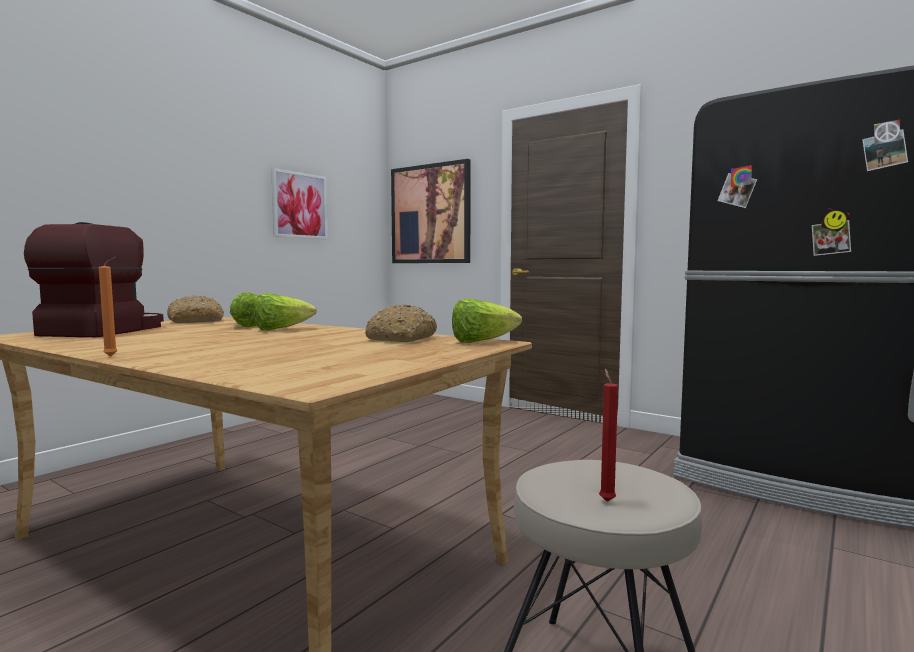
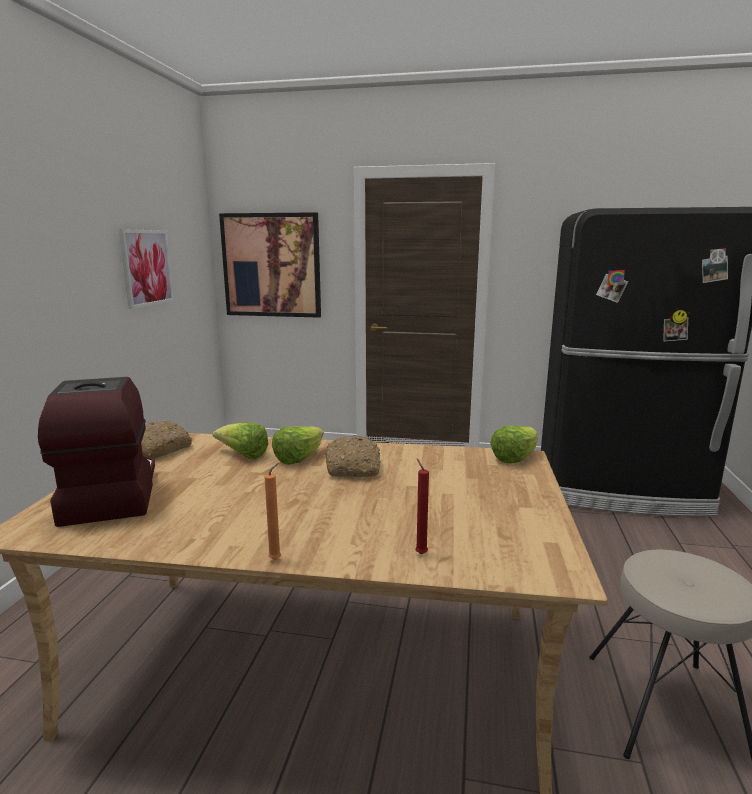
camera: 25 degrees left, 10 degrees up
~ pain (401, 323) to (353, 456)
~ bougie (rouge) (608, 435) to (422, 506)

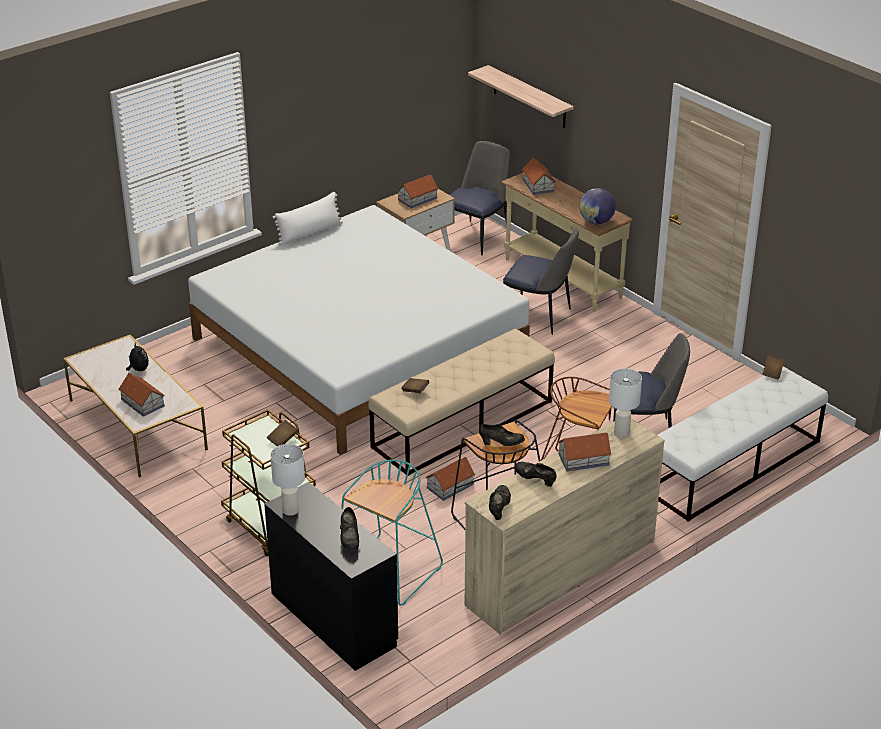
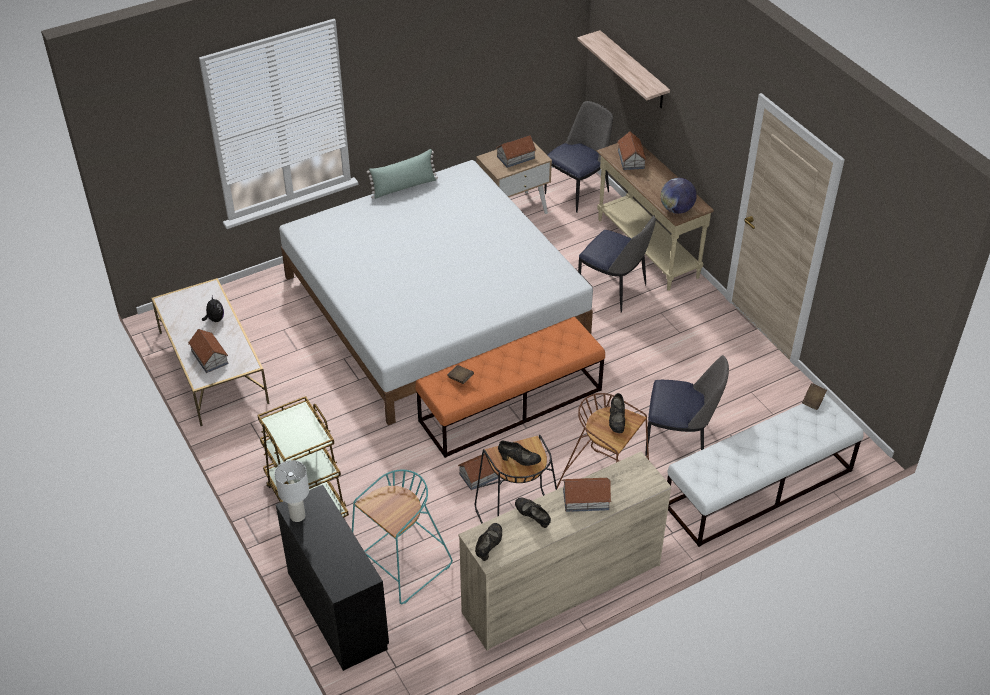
camera: 10 degrees right, 10 degrees up
- livre (marron) (282, 433)
- lampe de table (blanc) (625, 403)
~ chaussure (noir) (349, 529) to (617, 413)
~ coussin (blanc) (308, 219) to coussin (vert) (402, 174)
~ banc (beige) (461, 402) to banc (orange) (510, 387)

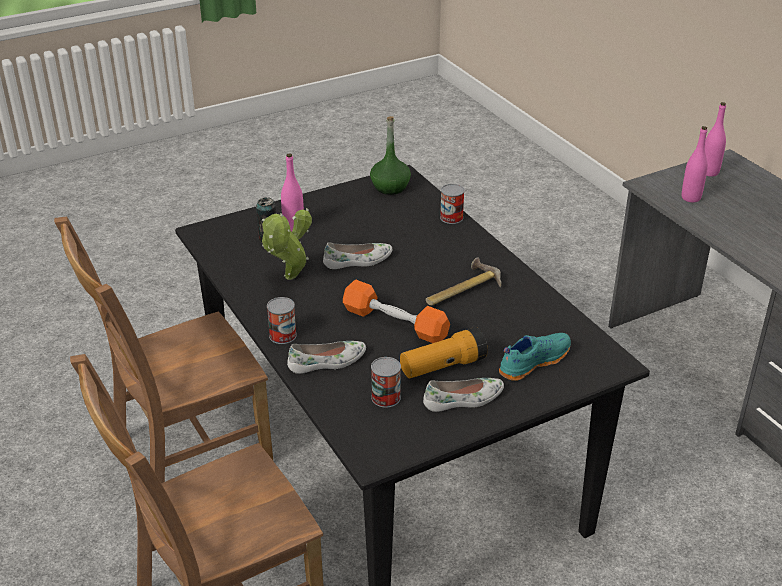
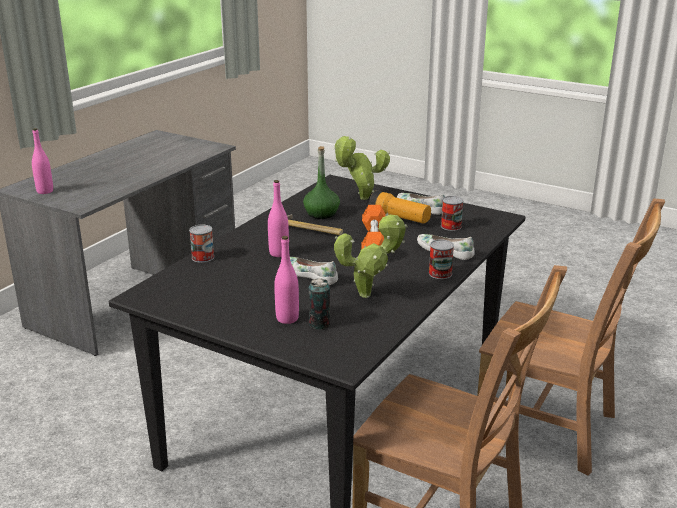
camera: 120 degrees left, 10 degrees down
~ bouteille (vert) (390, 155) to (321, 182)
~ bouteille (rose) (695, 164) to (278, 218)
~ chaussure (turquoise) (535, 357) to plante en pot (361, 168)

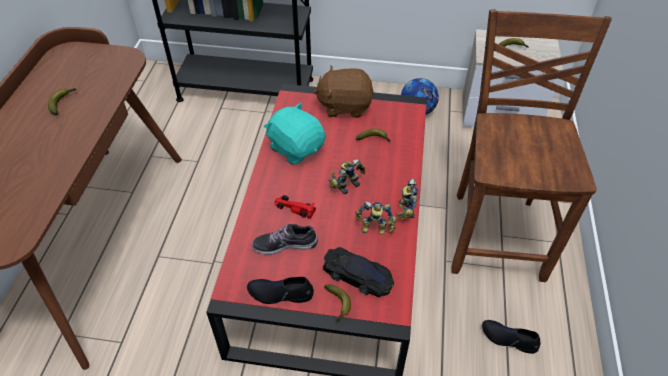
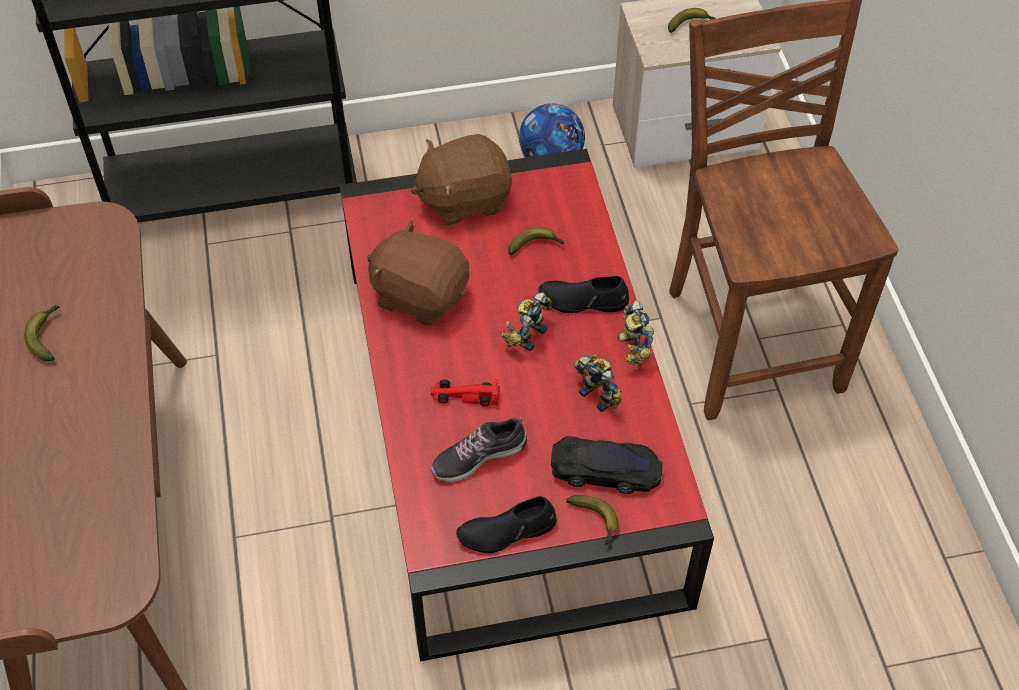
camera: 20 degrees left, 5 degrees up
~ chaussure (noir) (511, 337) to (584, 294)
~ peluche (turquoise) (294, 134) to peluche (marron) (418, 273)
~ robot jouet (376, 217) = (598, 383) 120 degrees counterclockwise

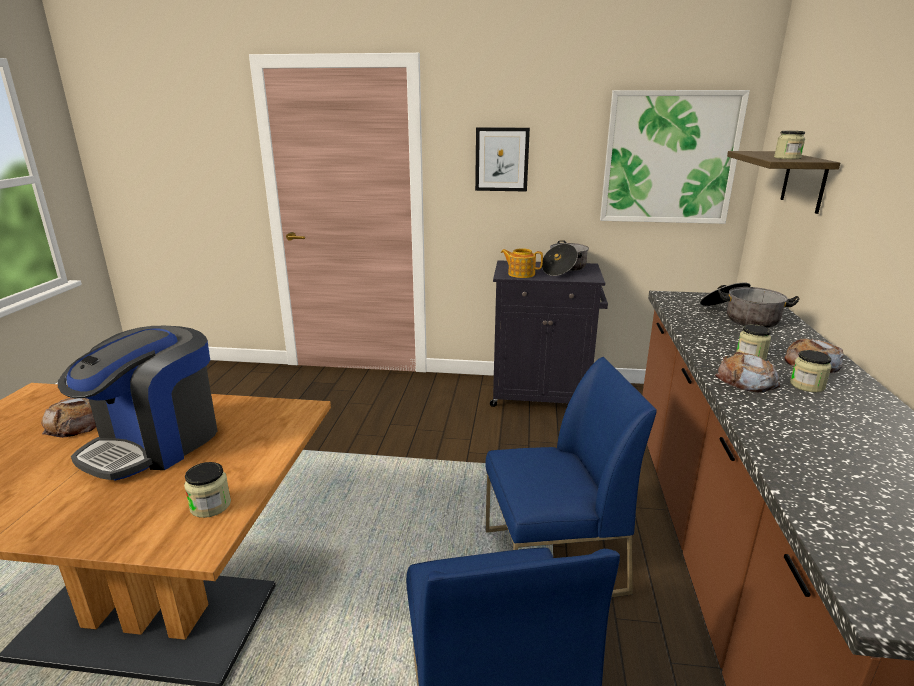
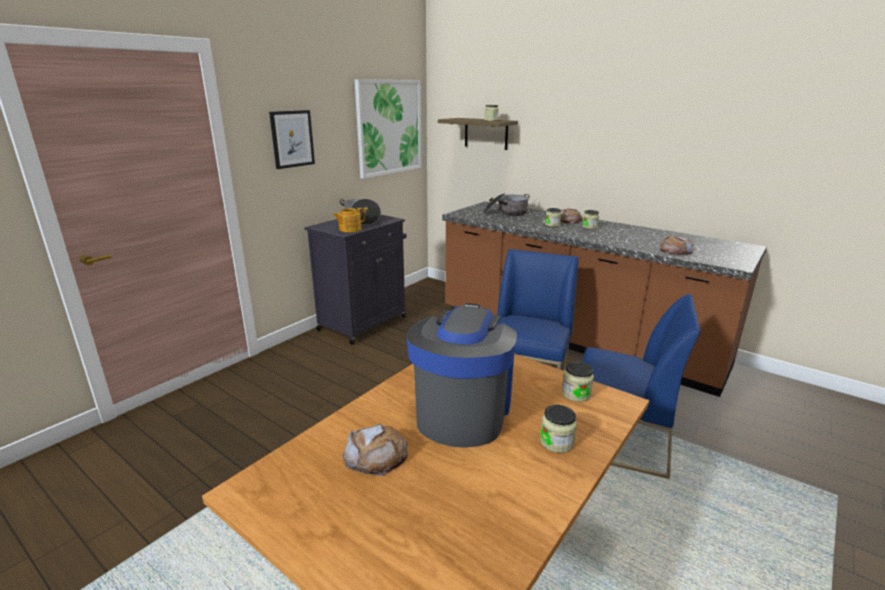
camera: 60 degrees left, 0 degrees up
+ bocal (558, 429)
~ pain (747, 372) to (677, 245)
~ machine à café (138, 403) = (461, 375) 135 degrees counterclockwise

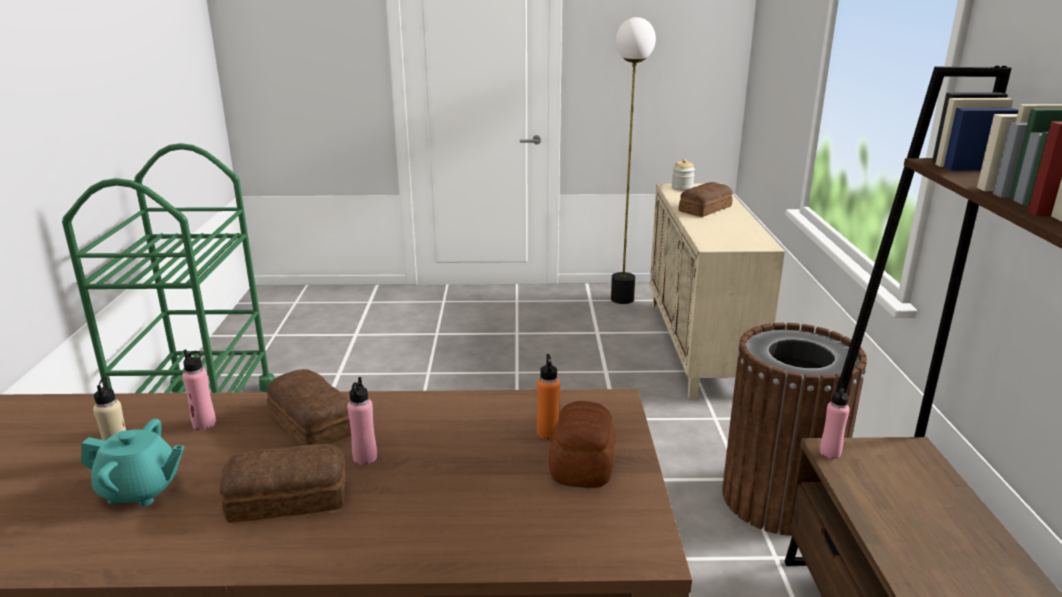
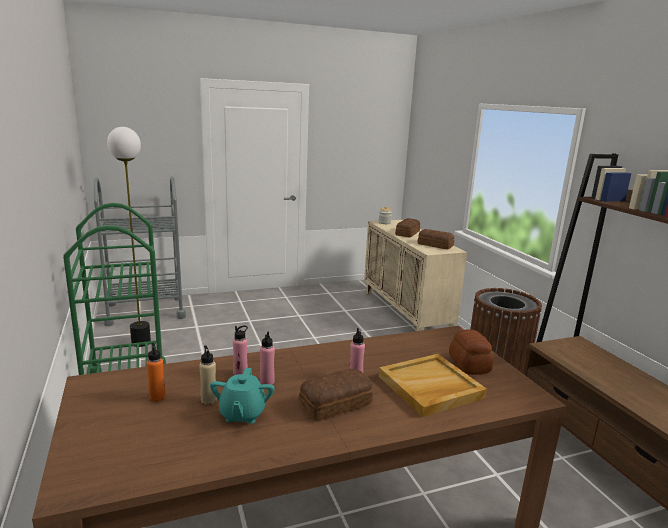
camera: 20 degrees left, 5 degrees down
+ chariot (gris) (140, 251)
+ plateau (beige) (432, 385)
~ pain (309, 407) to (436, 239)
~ bouteille (orange) (548, 397) to (156, 372)
~ lampadaire (633, 160) to (129, 237)
~ bouteille (rose) (835, 421) to (267, 358)
~ théière (turquoise) (132, 462) = (242, 396) 105 degrees clockwise

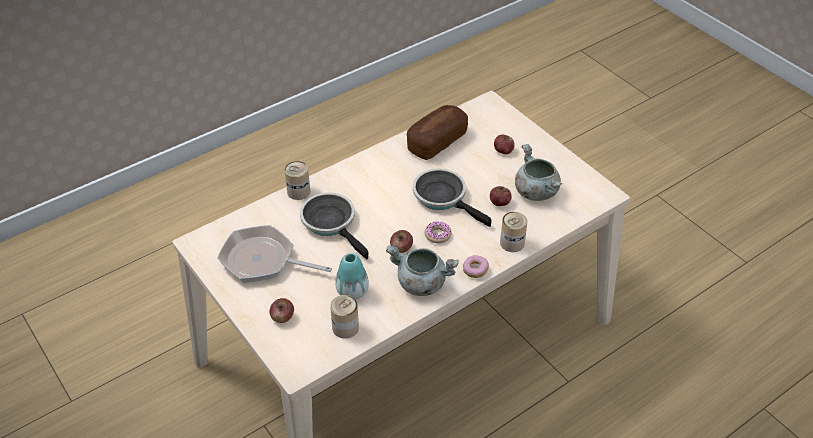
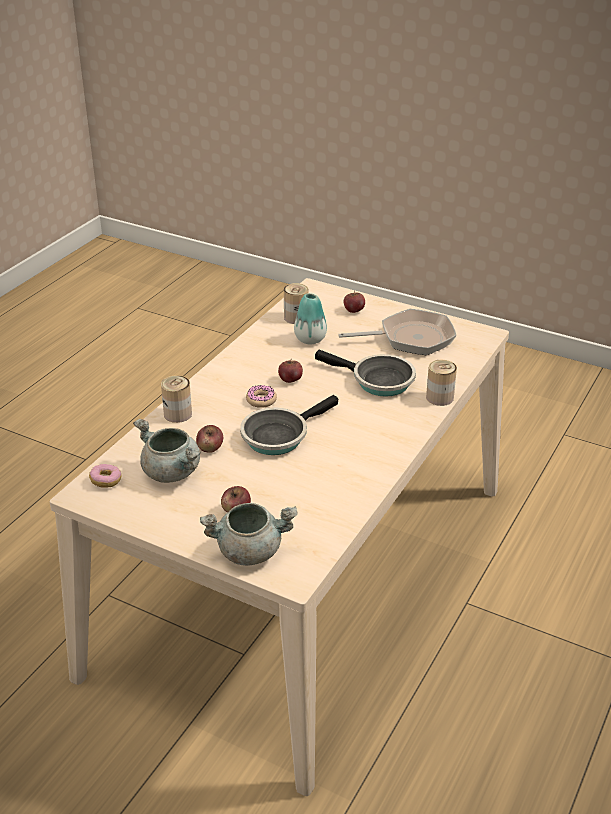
camera: 155 degrees right, 10 degrees down
- pain (437, 132)
~ marmite (gris) (422, 270) to (248, 534)
~ beignet (476, 266) to (105, 476)
~ poêle (452, 197) = (289, 425) 120 degrees clockwise

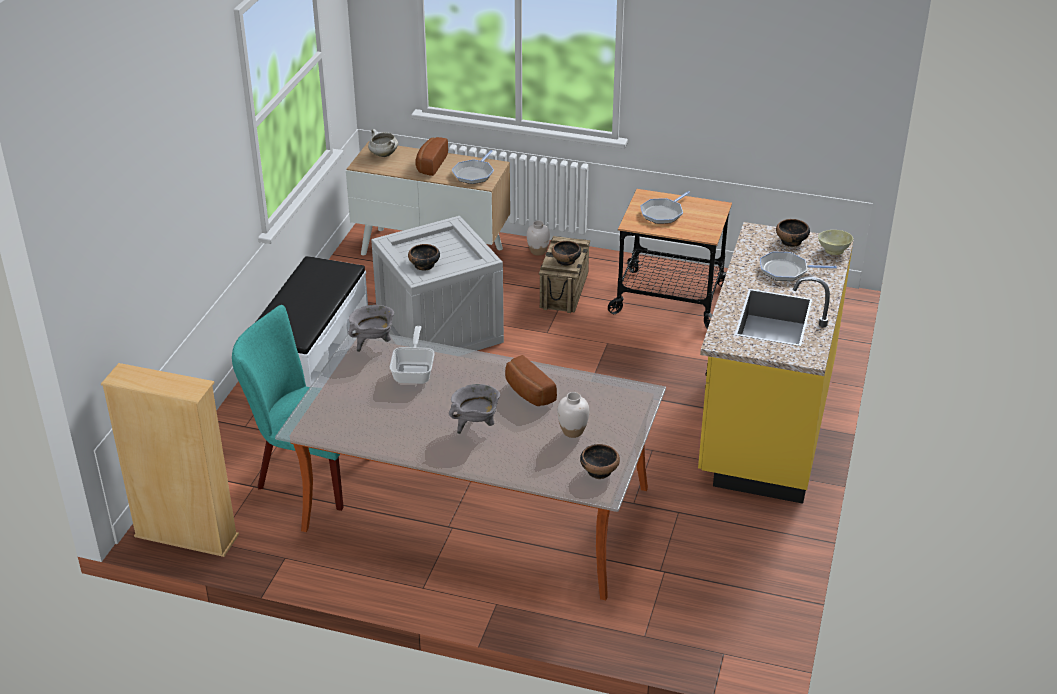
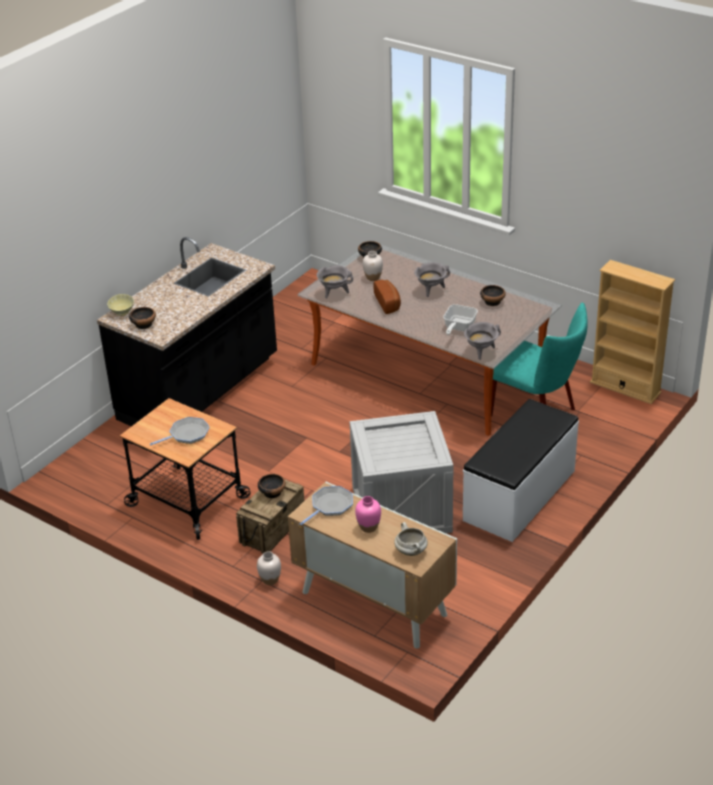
camera: 160 degrees left, 0 degrees up
- poêle (798, 266)
+ marmite (gris) (335, 281)
~ bol (424, 257) to (493, 295)
~ pain (431, 156) to vase (rose) (368, 514)
~ comptoir de cuisine (jaune) (776, 363) to comptoir de cuisine (noir) (187, 331)

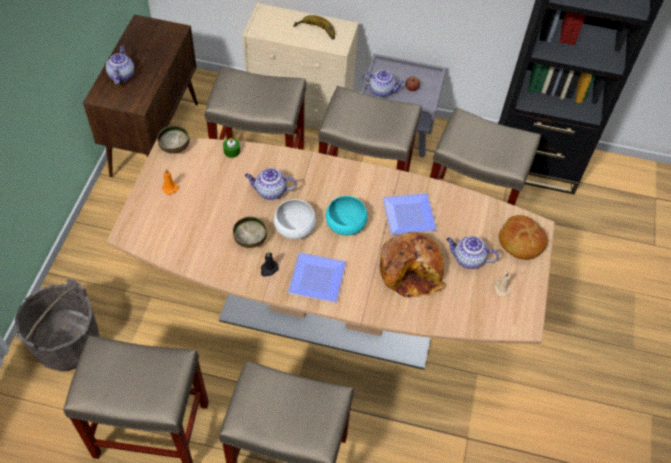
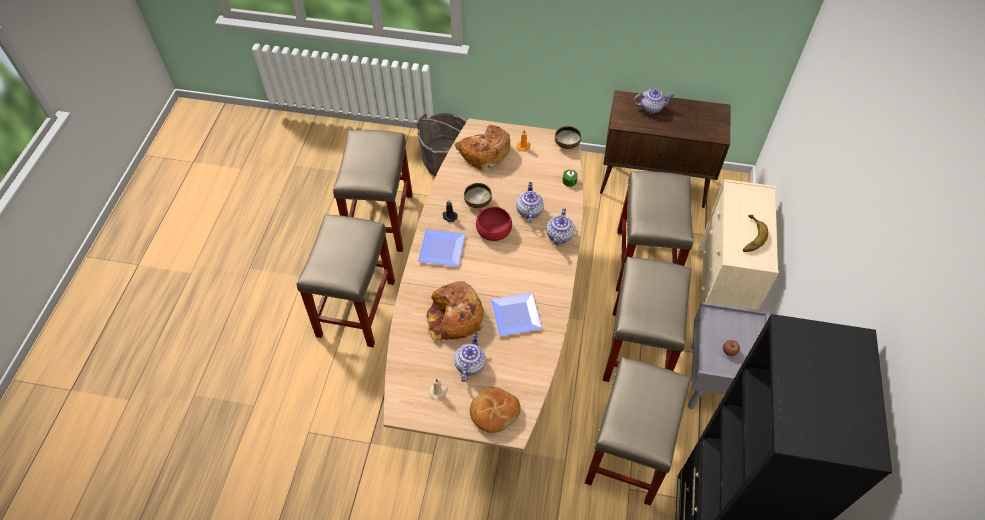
camera: 90 degrees right, 0 degrees up
- bol (turquoise) (347, 216)
+ pain (482, 148)
~ théière (383, 83) to (560, 227)
~ bol (blanc) (295, 219) to bol (rouge) (494, 224)

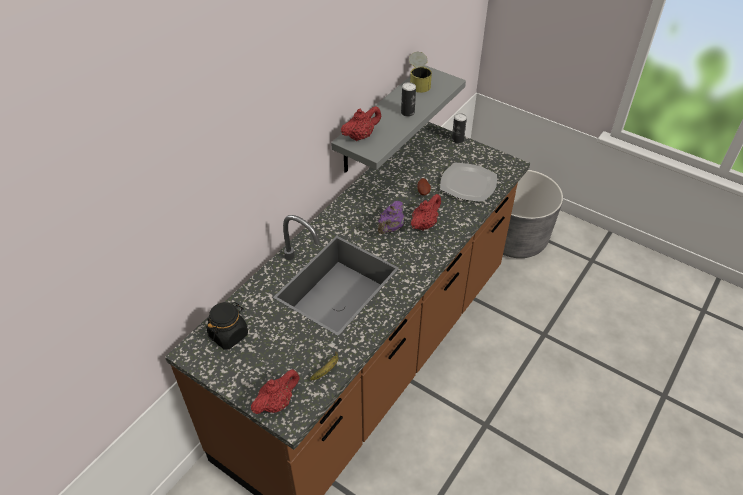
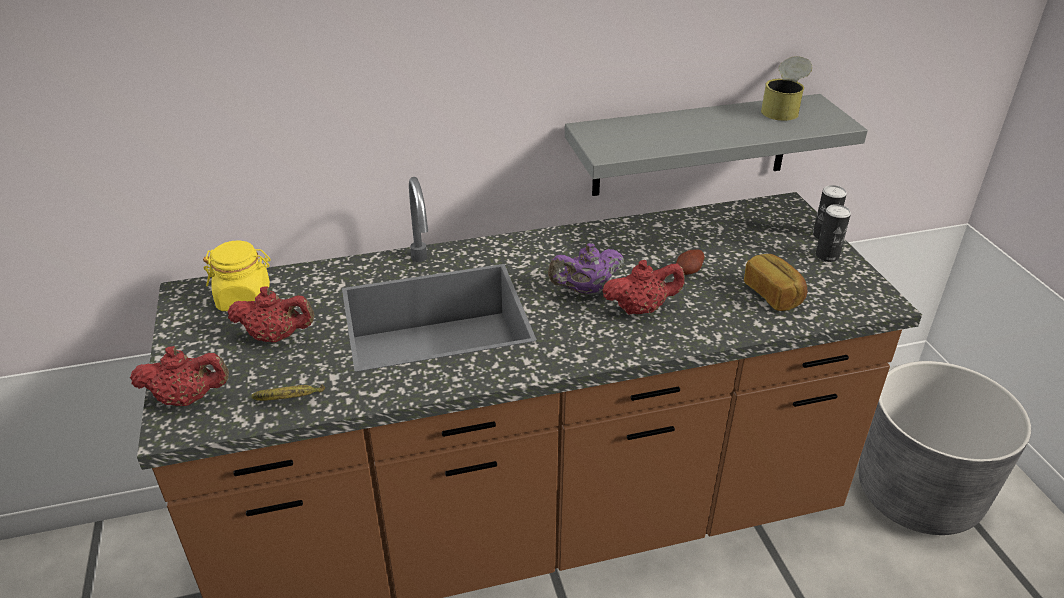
camera: 40 degrees right, 10 degrees down
~ théière (rouge) (361, 123) to (270, 314)
~ boîte métallique (408, 99) to (833, 233)
~ assiette (468, 182) to pain (775, 282)
~ bocal (noir) (227, 326) to bocal (jaune) (237, 275)

